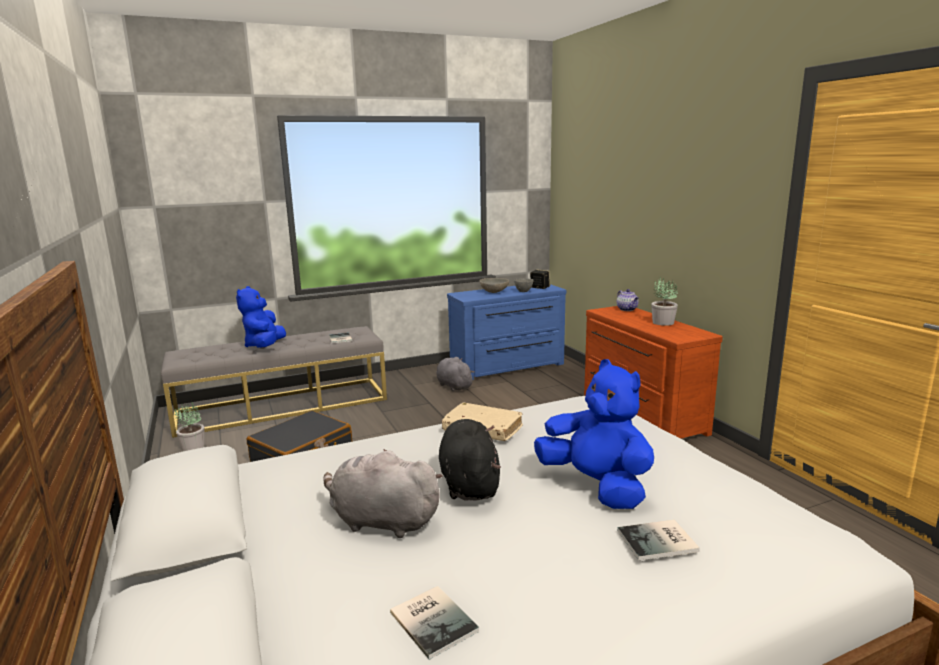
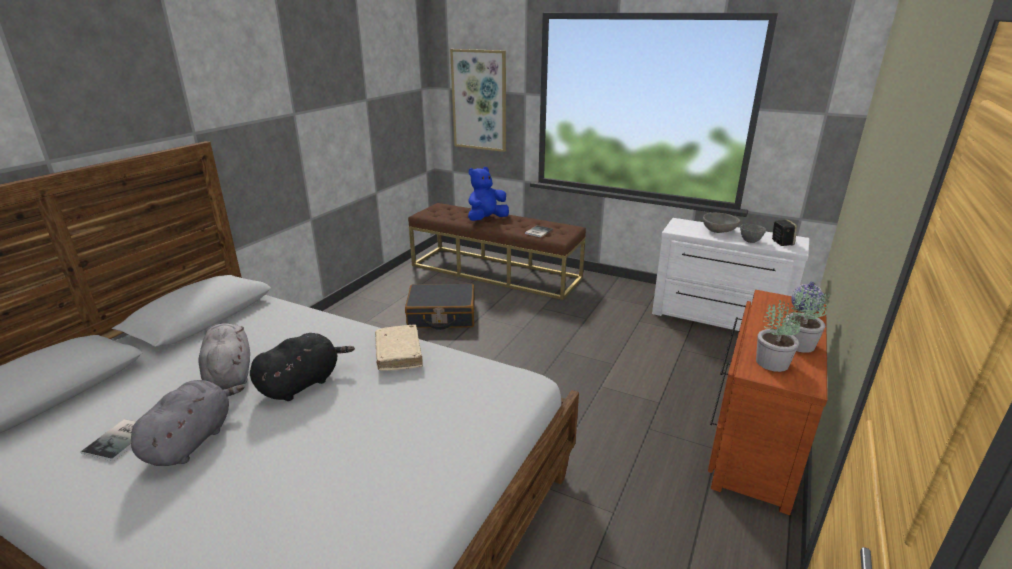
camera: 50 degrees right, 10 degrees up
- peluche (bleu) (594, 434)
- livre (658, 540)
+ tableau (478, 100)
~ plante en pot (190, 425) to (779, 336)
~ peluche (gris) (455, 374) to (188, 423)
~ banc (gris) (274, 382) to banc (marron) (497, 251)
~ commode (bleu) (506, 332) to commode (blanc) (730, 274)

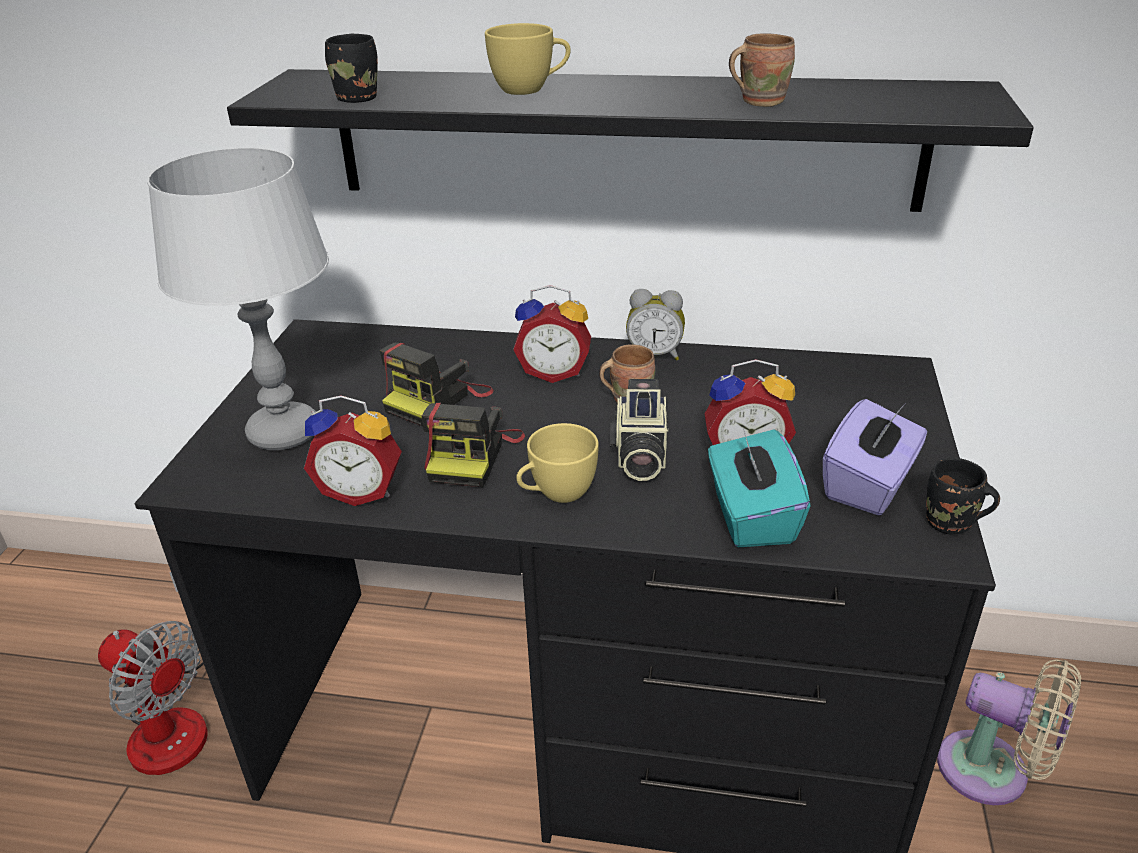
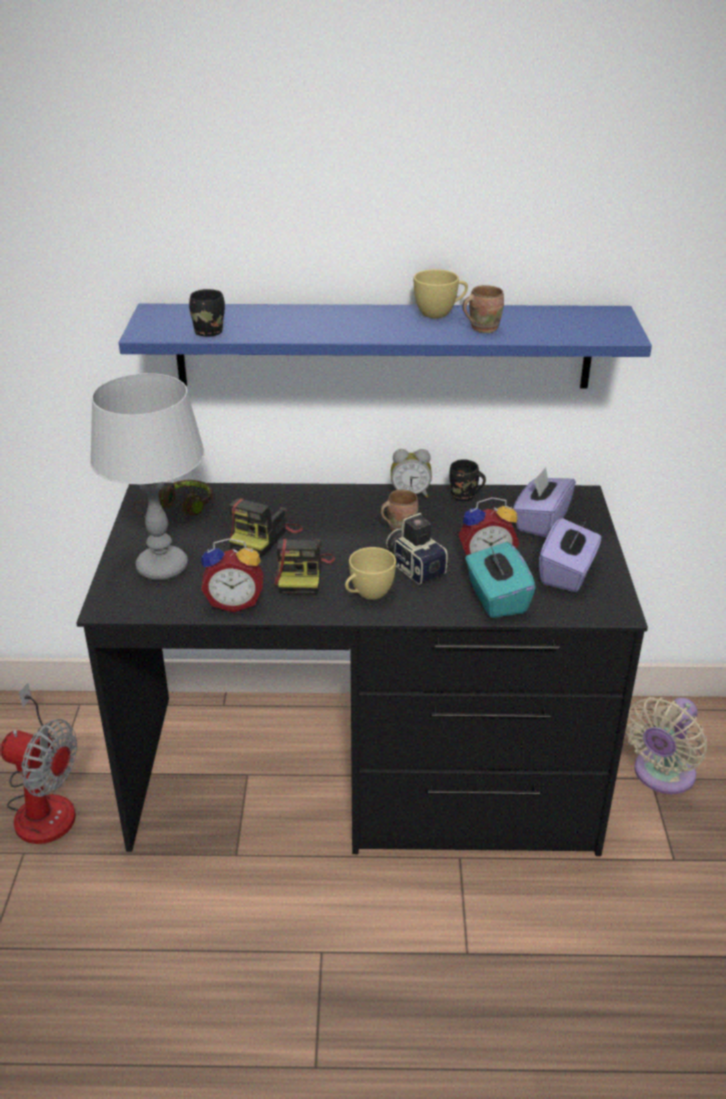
camera: 10 degrees left, 0 degrees up
- réveil (552, 334)
+ casque audio (marron) (173, 498)
+ boîte à mouchoirs (violet) (544, 502)
~ tasse (jaune) (528, 59) to (441, 293)
~ mug (noir) (963, 496) to (467, 480)
~ étagère (noir) (630, 140) to étagère (bleu) (385, 346)
~ appareil photo (639, 430) = (418, 549) 150 degrees clockwise
~ ventilateur (beige) (1009, 732) = (666, 745) 105 degrees clockwise

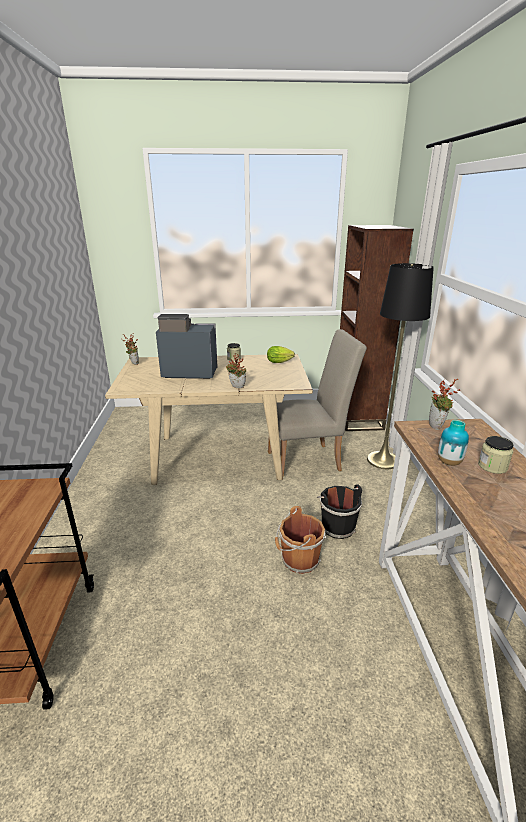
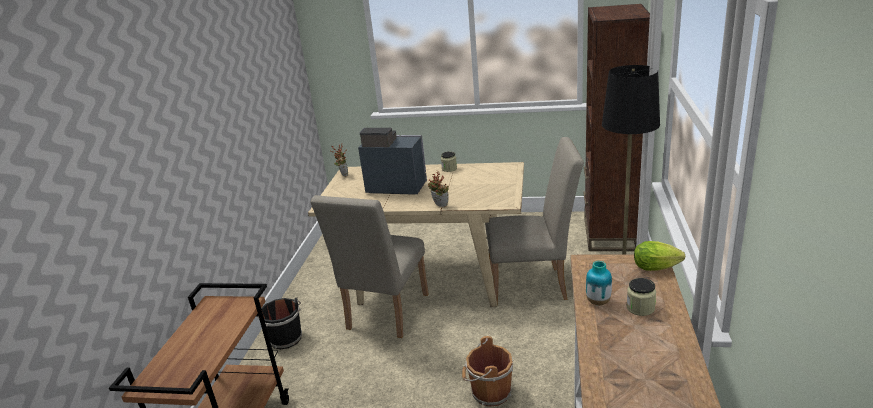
camera: 15 degrees right, 0 degrees up
- plante en pot (444, 404)
+ chaise (beige) (369, 266)
~ laitue (281, 354) to (659, 256)
~ seau (noir) (339, 511) to (279, 323)

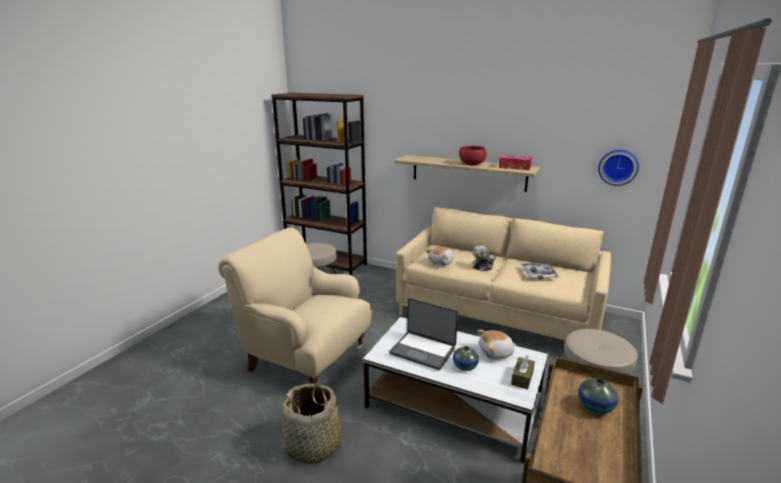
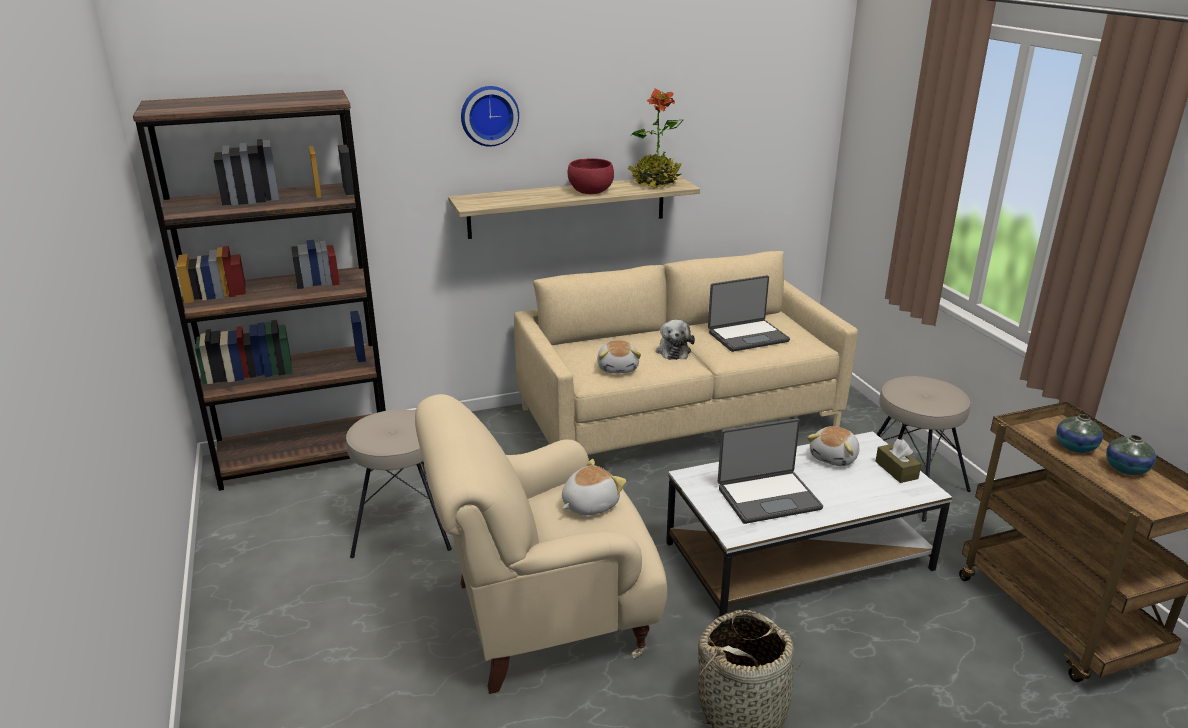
camera: 45 degrees left, 5 degrees up
+ peluche (594, 487)
~ vase (466, 358) to (1131, 455)
~ horloge murale (618, 168) to (490, 116)
~ boîte à mouchoirs (515, 162) to plante en pot (655, 138)
~ plateau (540, 271) to ordinateur portable (749, 313)

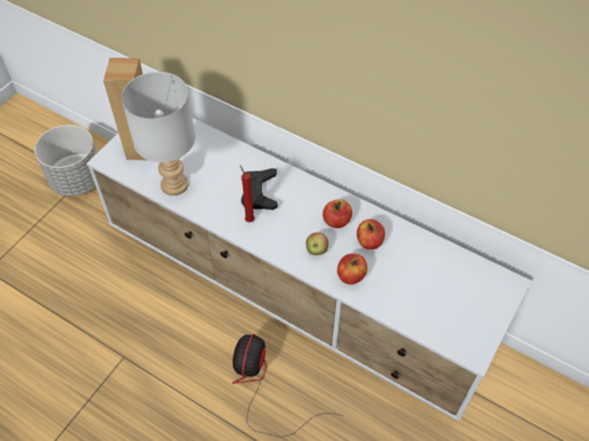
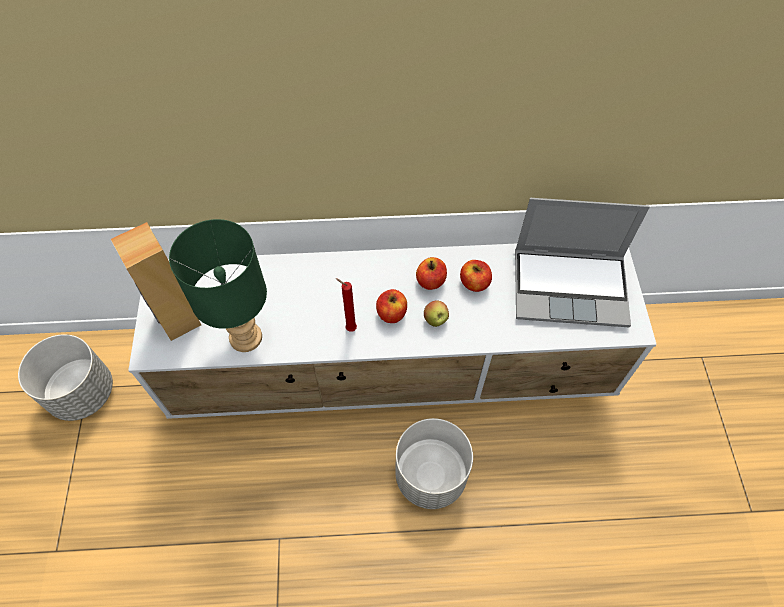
camera: 35 degrees left, 5 degrees up
- manette (noir) (259, 189)
+ ordinateur portable (582, 262)
~ pomme (352, 269) to (391, 306)
~ ventilateur (287, 385) to cache-pot (gris) (434, 463)
~ lampe de table (gris) (158, 134) to lampe de table (vert) (218, 285)

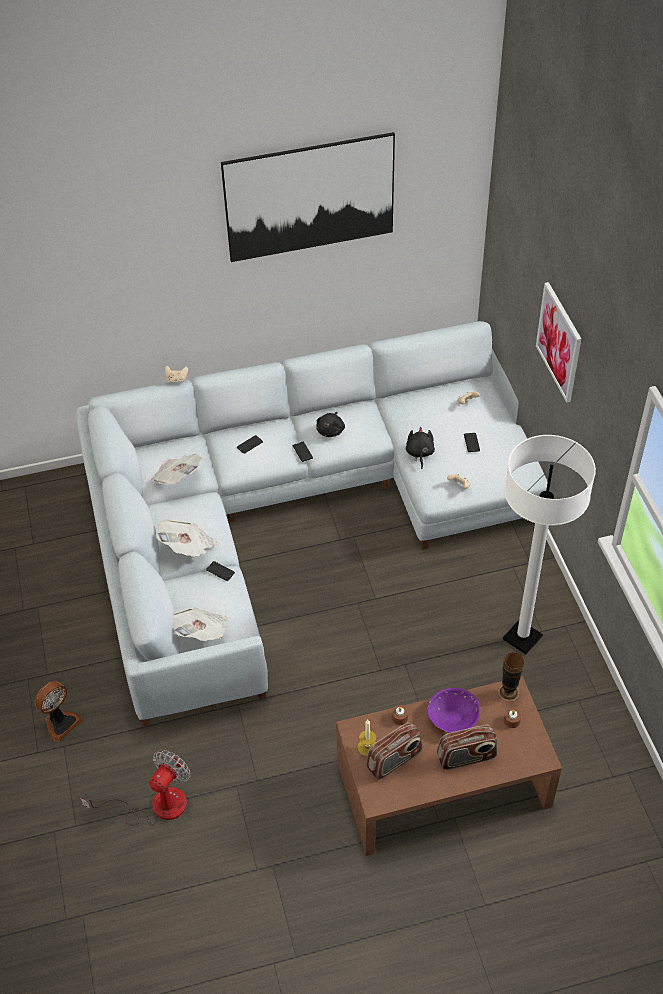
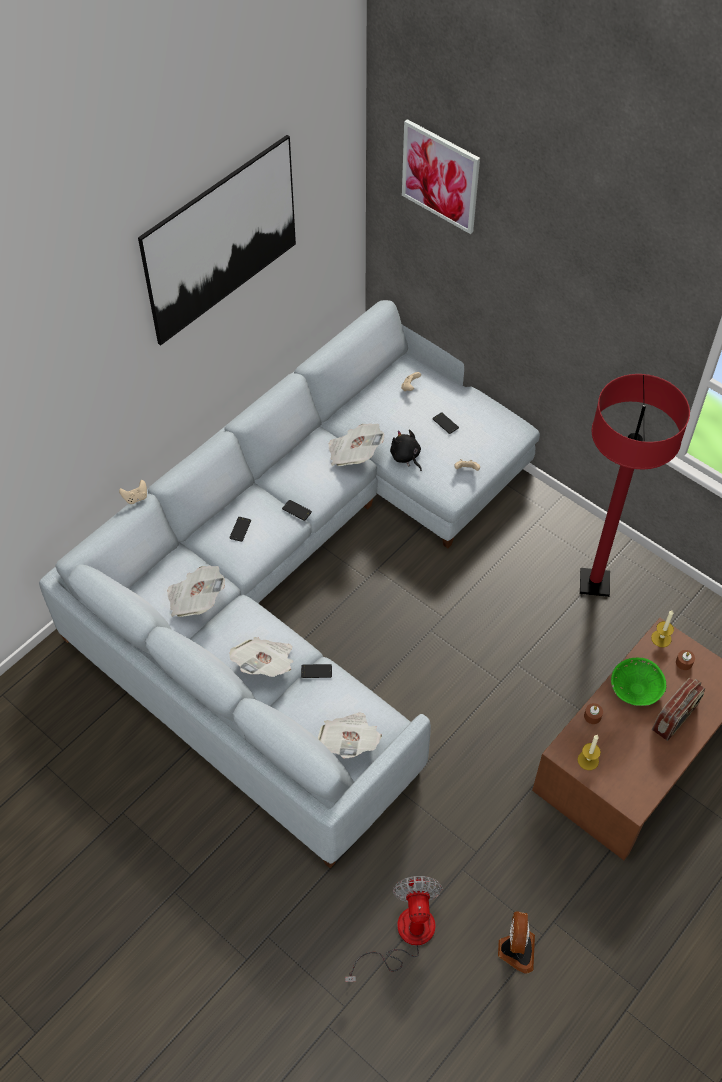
camera: 35 degrees left, 5 degrees up
- peluche (noir) (330, 424)
- radio (394, 751)
+ journal (356, 445)
~ ventilateur (58, 711) to (516, 942)
~ tableau (558, 342) to (441, 176)
~ vase (511, 677) to bougie (662, 628)
~ bol (violet) (453, 710) to bol (vert) (638, 682)
~ lampadaire (blanc) (549, 544) to lampadaire (rouge) (635, 485)

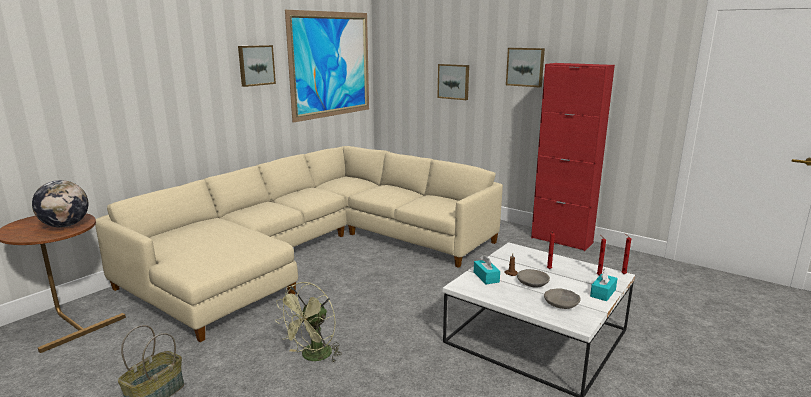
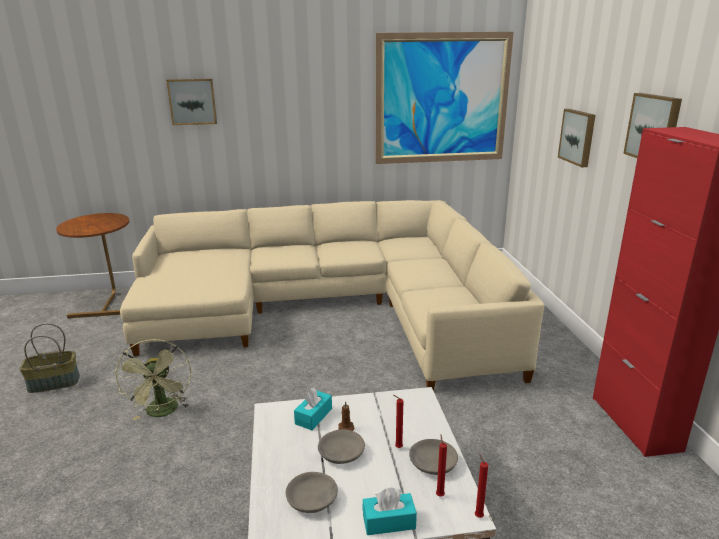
camera: 45 degrees right, 5 degrees up
- globe (60, 203)
+ bol (gris) (433, 457)
~ tableau (257, 66) to (191, 102)
~ ventilateur (vert) (308, 322) = (153, 379) 90 degrees counterclockwise

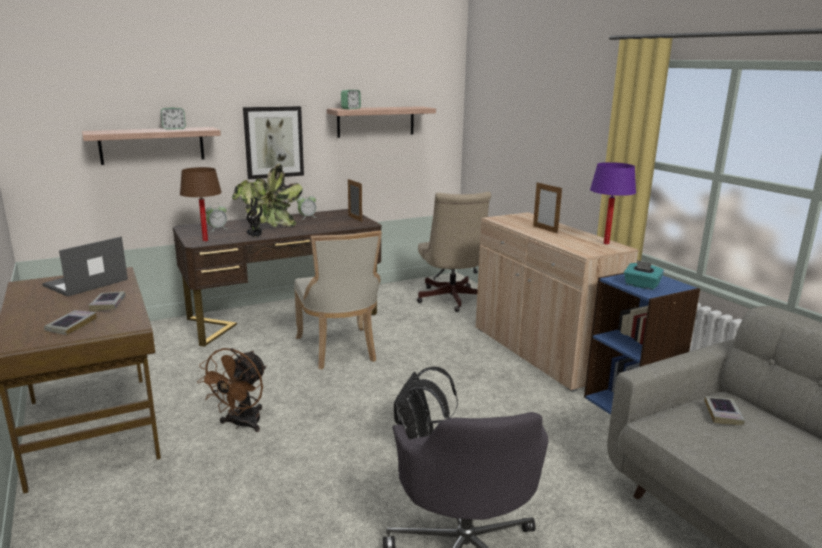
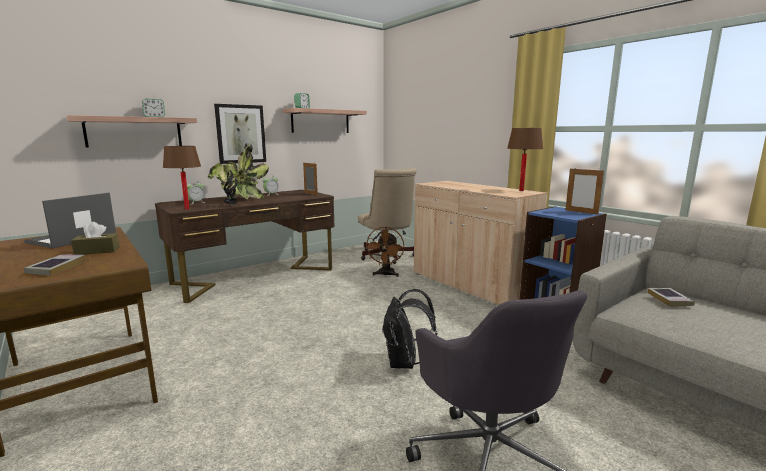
camera: 10 degrees left, 5 degrees down
- chaise (beige) (338, 300)
- boîte à mouchoirs (turquoise) (644, 275)
~ ventilateur (marron) (232, 390) to (384, 252)
~ cadre photo (547, 208) to (584, 191)
~ livre (107, 301) to boîte à mouchoirs (marron) (95, 238)
~ lampe de table (violet) (613, 203) to lampe de table (marron) (525, 159)

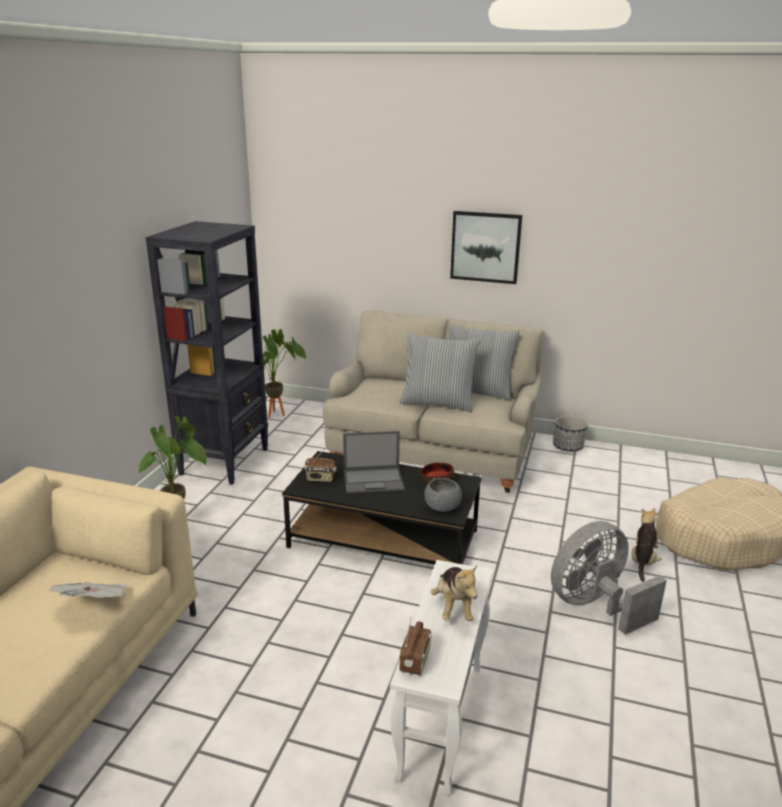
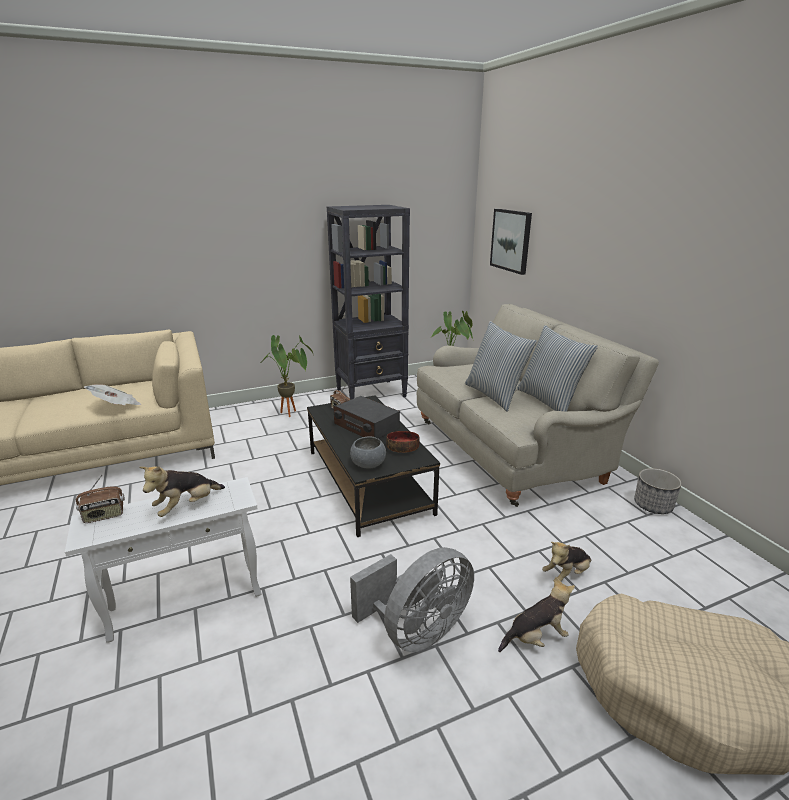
camera: 50 degrees right, 0 degrees up
+ peluche (566, 561)
~ tableau (486, 247) to (511, 242)
~ ordinateur portable (374, 462) to radio (366, 417)
~ ventilateur (gris) (609, 577) = (412, 599) 120 degrees clockwise

